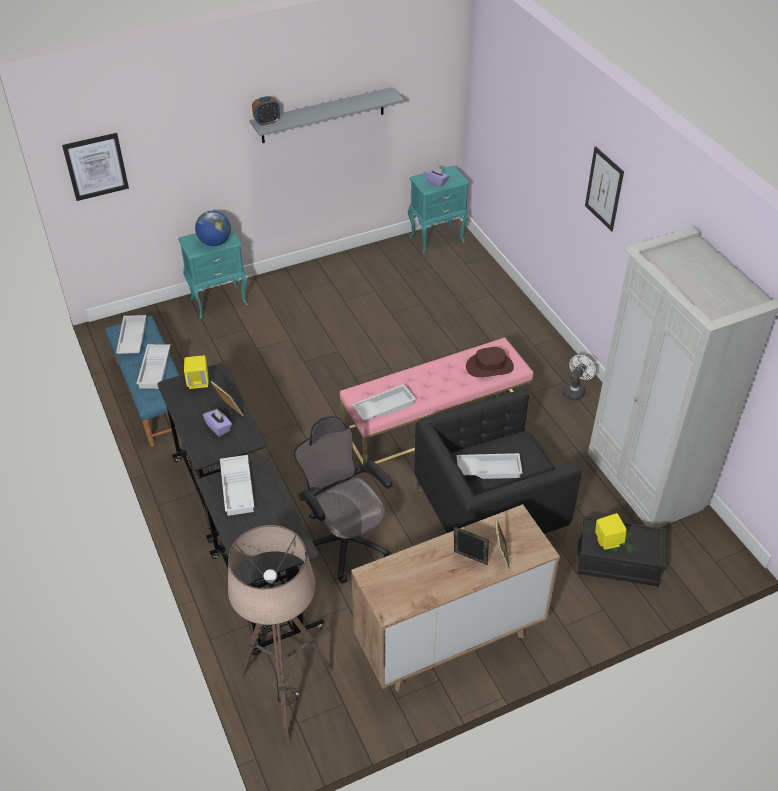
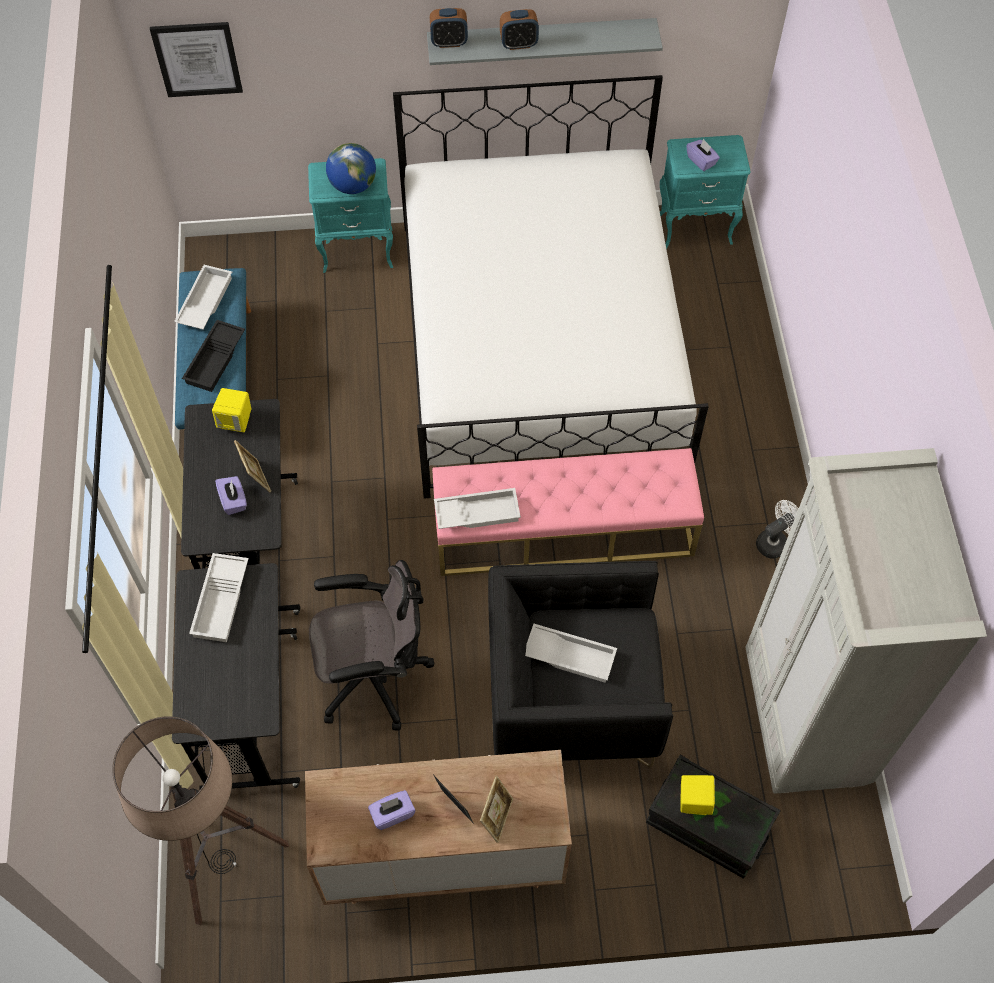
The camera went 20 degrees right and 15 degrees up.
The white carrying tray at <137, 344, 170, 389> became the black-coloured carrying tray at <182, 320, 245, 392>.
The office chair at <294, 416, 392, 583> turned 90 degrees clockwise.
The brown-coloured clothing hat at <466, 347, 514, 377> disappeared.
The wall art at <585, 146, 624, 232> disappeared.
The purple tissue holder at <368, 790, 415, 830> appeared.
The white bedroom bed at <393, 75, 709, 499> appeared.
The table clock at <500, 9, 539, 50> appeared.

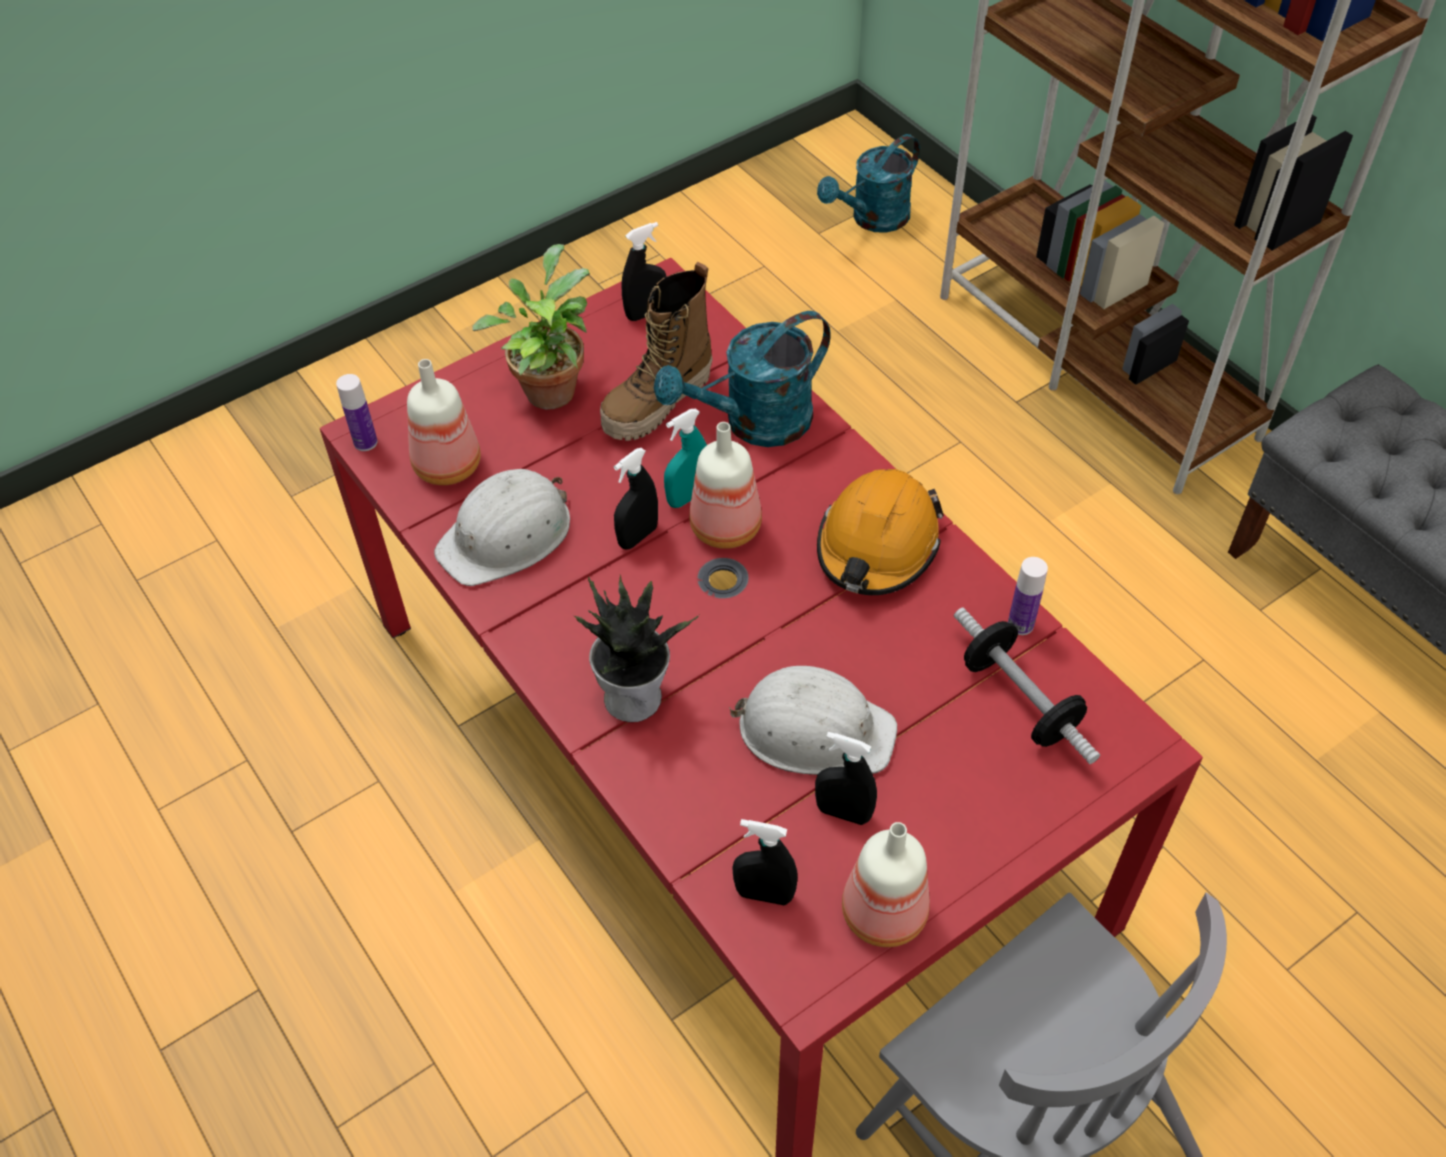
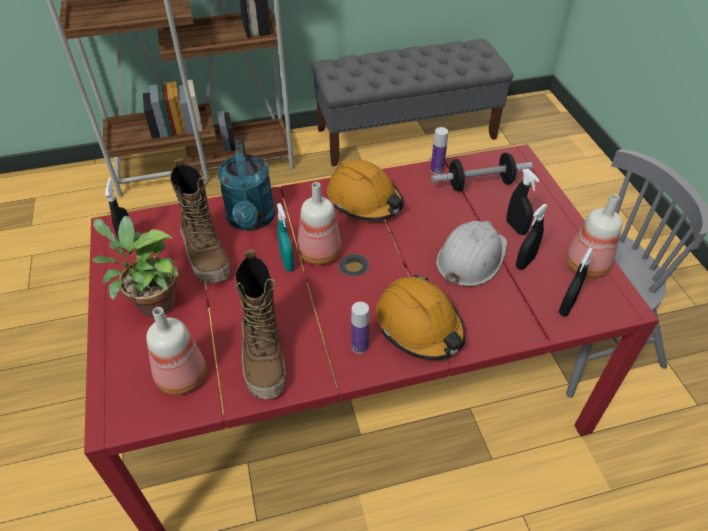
The camera went 70 degrees left and 5 degrees down.
The beverage bottle moved from <336, 374, 378, 451> to <351, 302, 369, 354>.
The white safety helmet at <434, 469, 570, 586> was replaced by the tall boot at <235, 250, 286, 399>.
The potted plant at <574, 575, 699, 722> was replaced by the orange safety helmet at <376, 275, 466, 360>.
The black-coloured spray bottle moved from <614, 448, 658, 550> to <506, 169, 540, 235>.
The turquoise sprinkling can at <817, 134, 920, 233> disappeared.

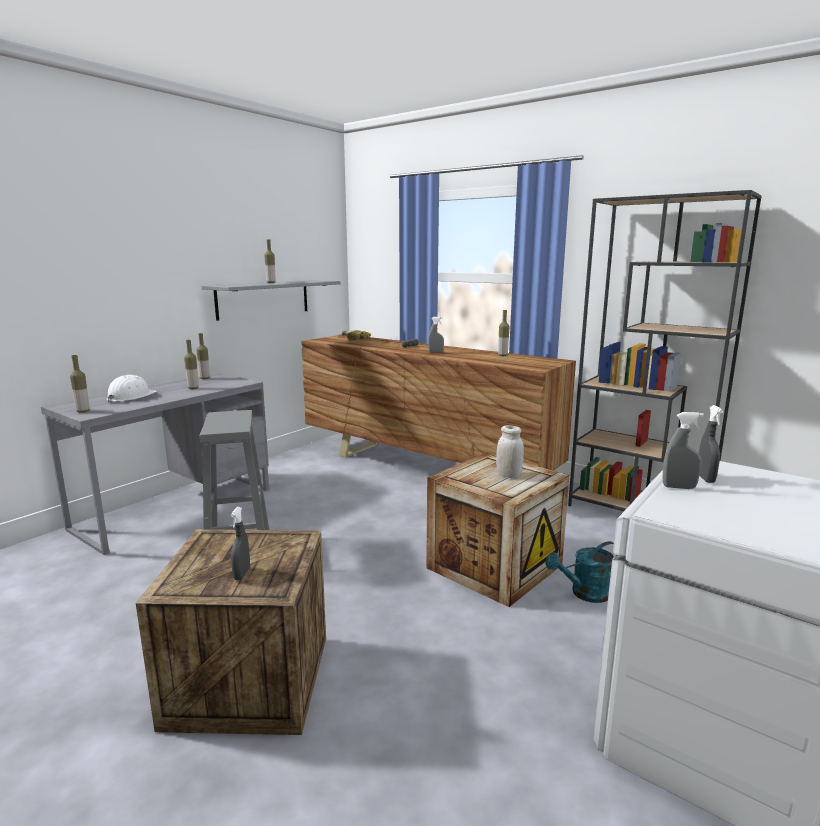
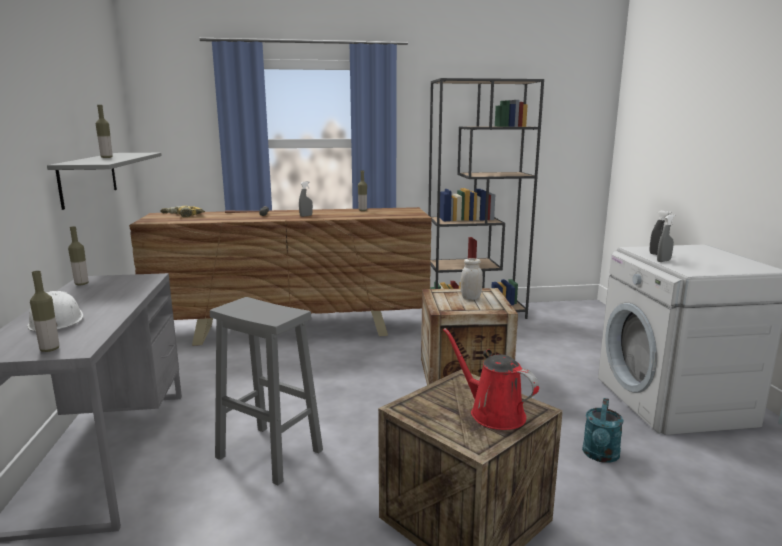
The camera went 45 degrees left and 0 degrees up.
The beverage bottle at <184, 340, 199, 389> disappeared.
The gray spray bottle at <230, 507, 250, 580> was replaced by the reddish sprinkling can at <443, 328, 539, 430>.
The turquoise sprinkling can moved from <545, 541, 614, 603> to <582, 398, 623, 463>.

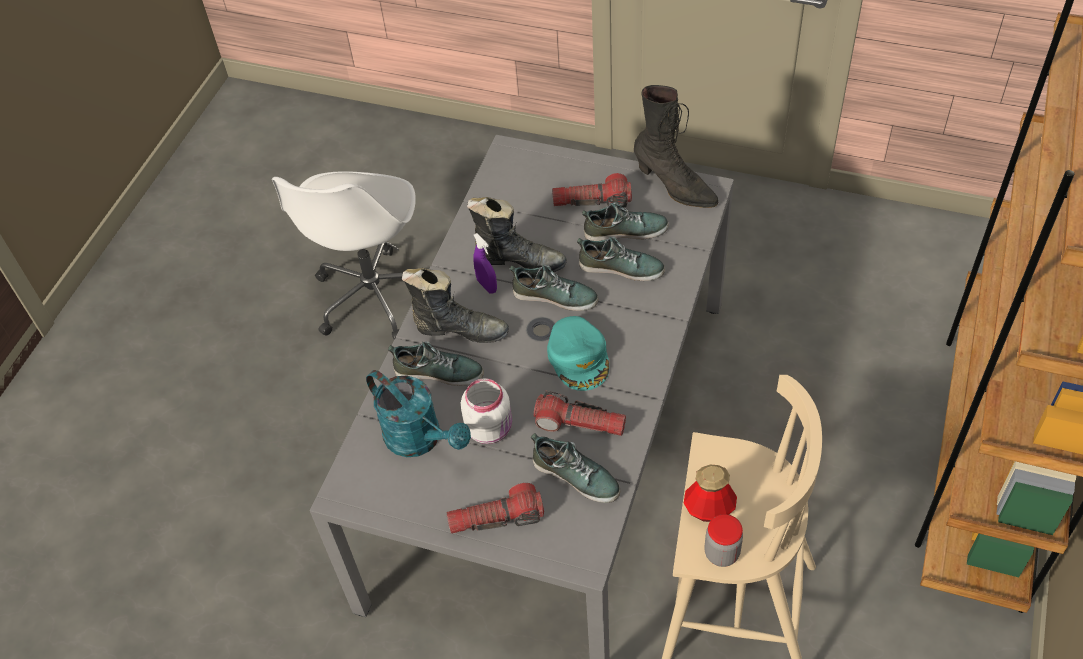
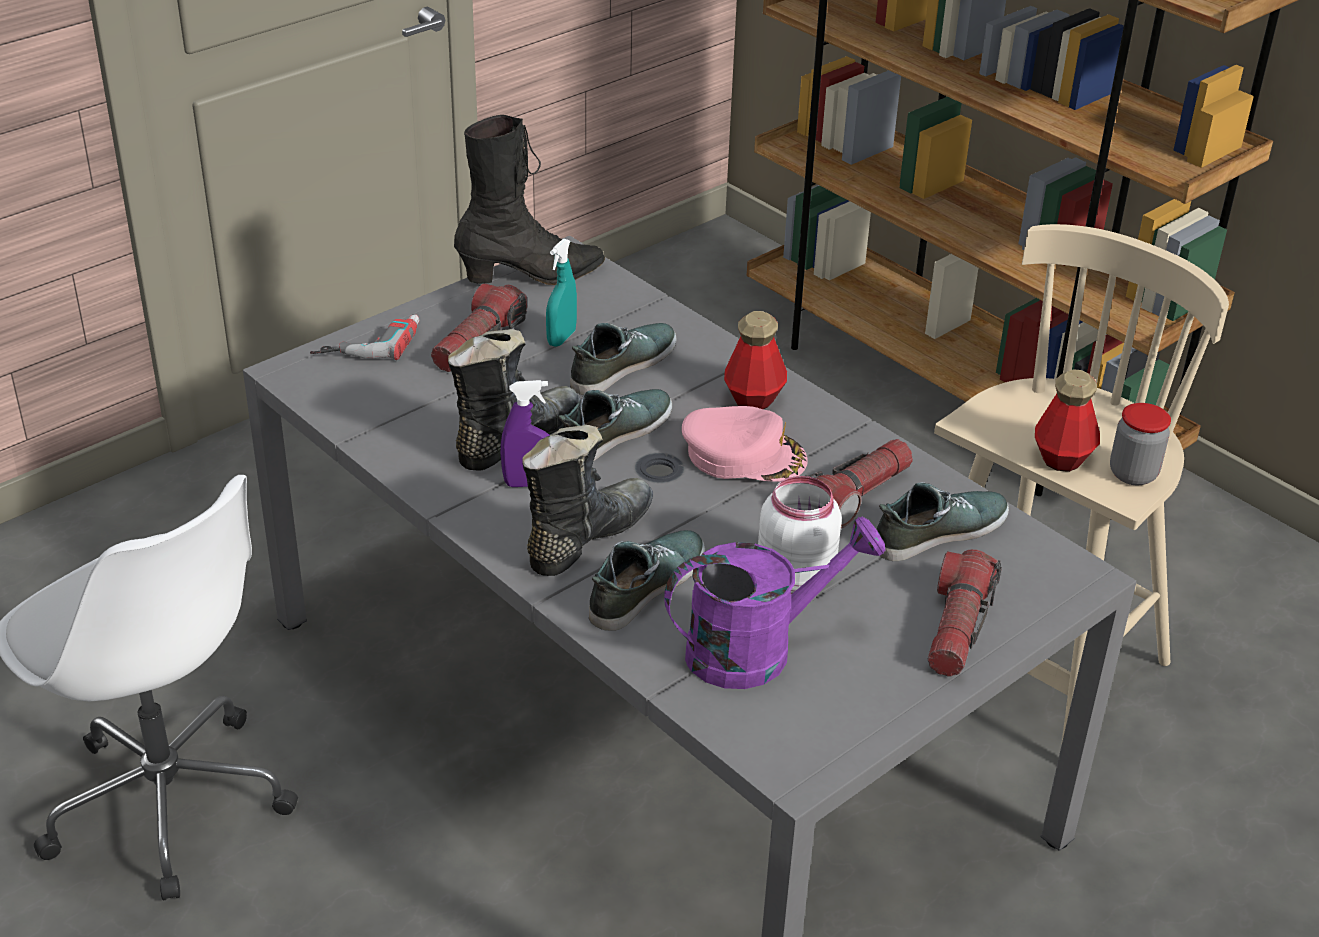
The camera went 65 degrees left and 15 degrees down.
The turquoise sprinkling can at <366, 370, 471, 457> became the purple sprinkling can at <664, 516, 885, 689>.
The turquoise baseball cap at <547, 316, 609, 391> became the pink baseball cap at <682, 406, 808, 482>.
The shoe at <582, 203, 669, 241> was replaced by the turquoise spray bottle at <546, 239, 577, 347>.
The drill at <310, 315, 419, 360> appeared.
The beverage bottle at <724, 311, 787, 409> appeared.

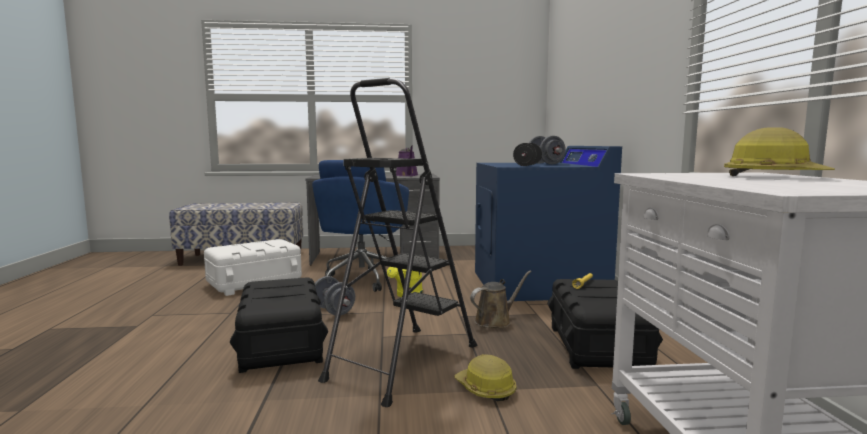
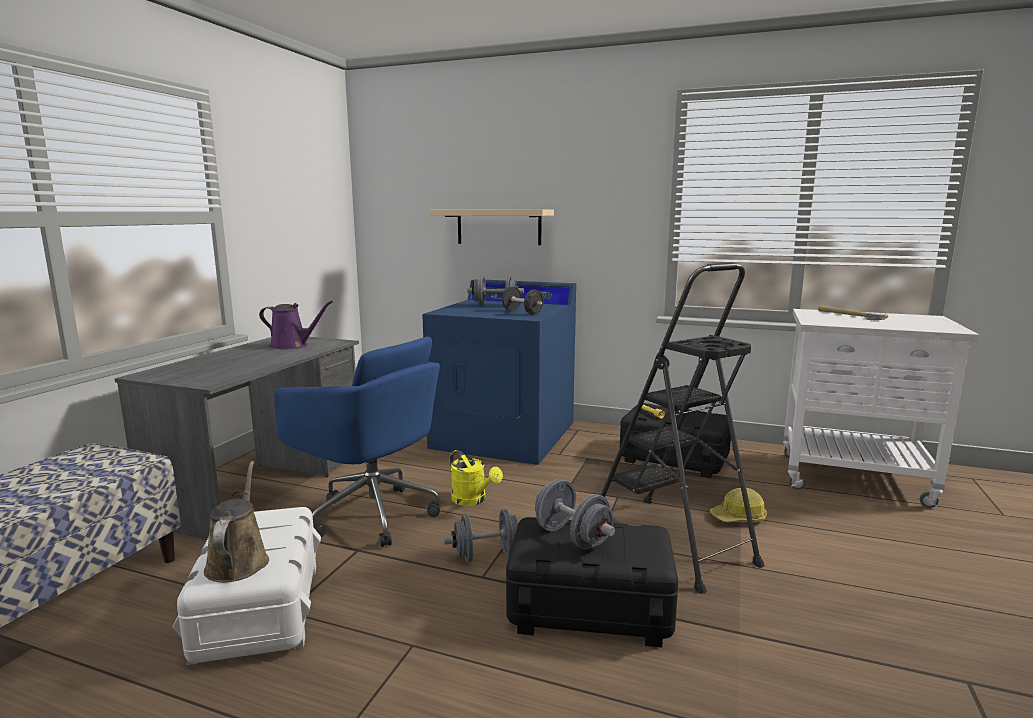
The camera went 65 degrees left and 5 degrees up.
The brown-coloured sprinkling can moved from <470, 270, 532, 328> to <204, 461, 269, 583>.
The safety helmet at <724, 127, 835, 176> was replaced by the hand hammer at <818, 305, 888, 320>.
The beige shelf at <430, 209, 554, 245> appeared.
The gray free weight at <535, 479, 615, 549> appeared.

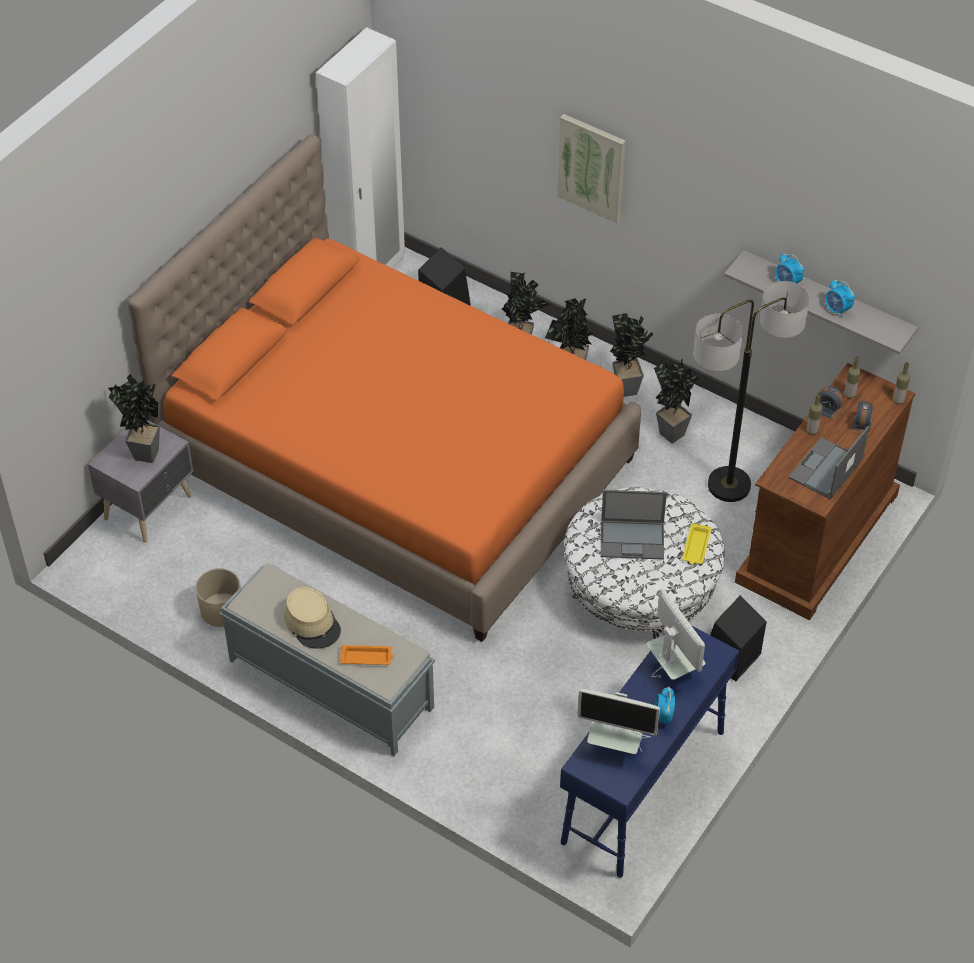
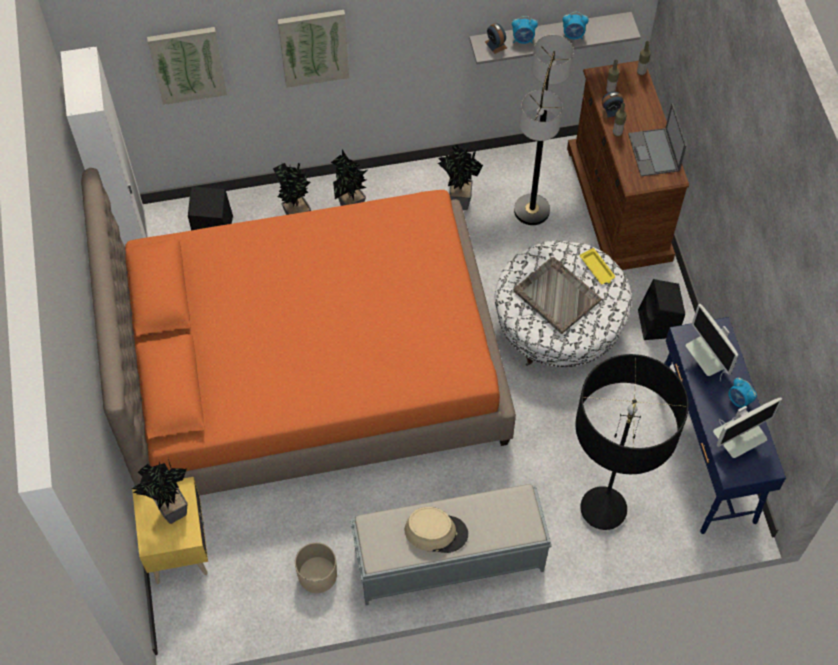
The camera went 45 degrees left and 10 degrees up.
The gray nightstand at <88, 420, 194, 543> became the yellowish nightstand at <132, 477, 208, 584>.
The orange carrying tray at <340, 645, 394, 665> disappeared.
The laptop at <601, 490, 667, 560> was replaced by the gray carrying tray at <514, 257, 602, 334>.
The potted plant at <610, 313, 653, 397> disappeared.
The computer screen at <647, 588, 705, 680> turned 135 degrees counterclockwise.
The table clock moved from <851, 401, 873, 436> to <485, 23, 507, 54>.
The wall art at <147, 27, 227, 105> appeared.
The black-coloured standard lamp at <575, 354, 689, 530> appeared.

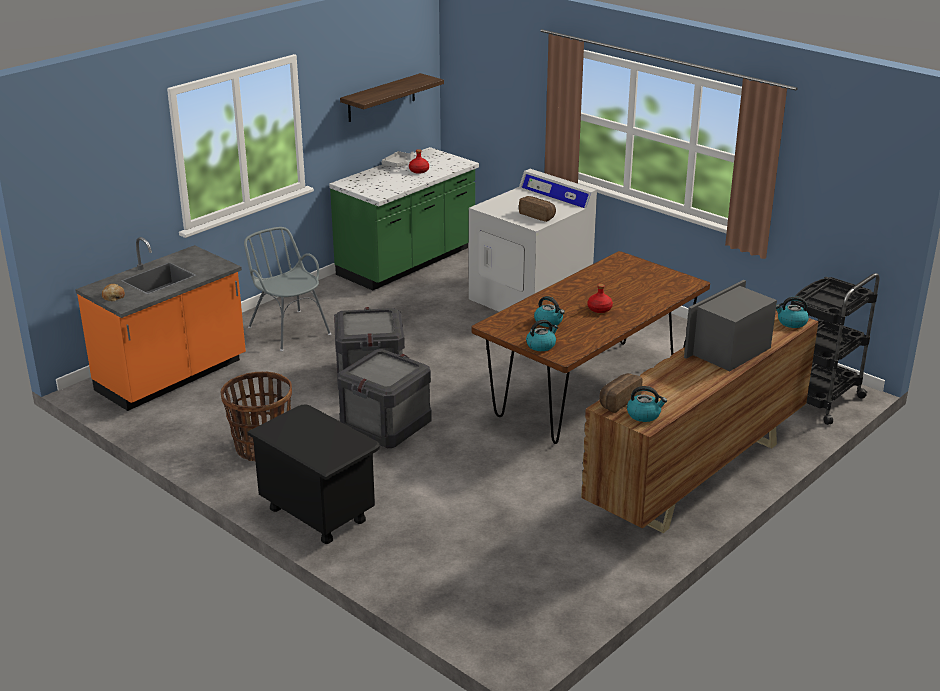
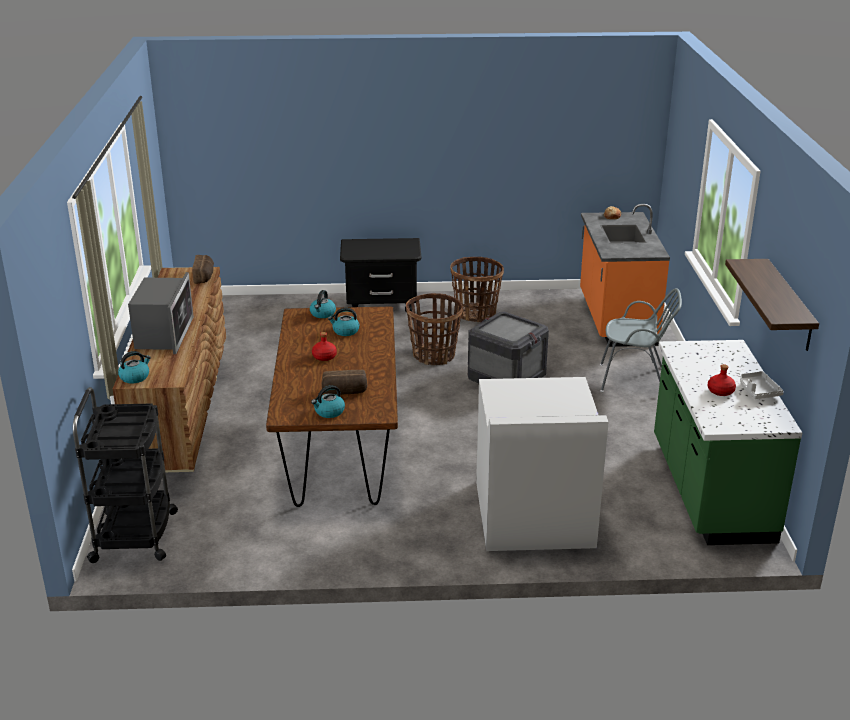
The camera went 135 degrees right and 0 degrees up.
The shipping crate at <337, 349, 432, 448> was replaced by the household basket at <406, 293, 463, 365>.
The bakery bread moved from <519, 196, 556, 222> to <322, 370, 367, 395>.
The tea kettle moved from <627, 386, 667, 422> to <311, 385, 345, 418>.

